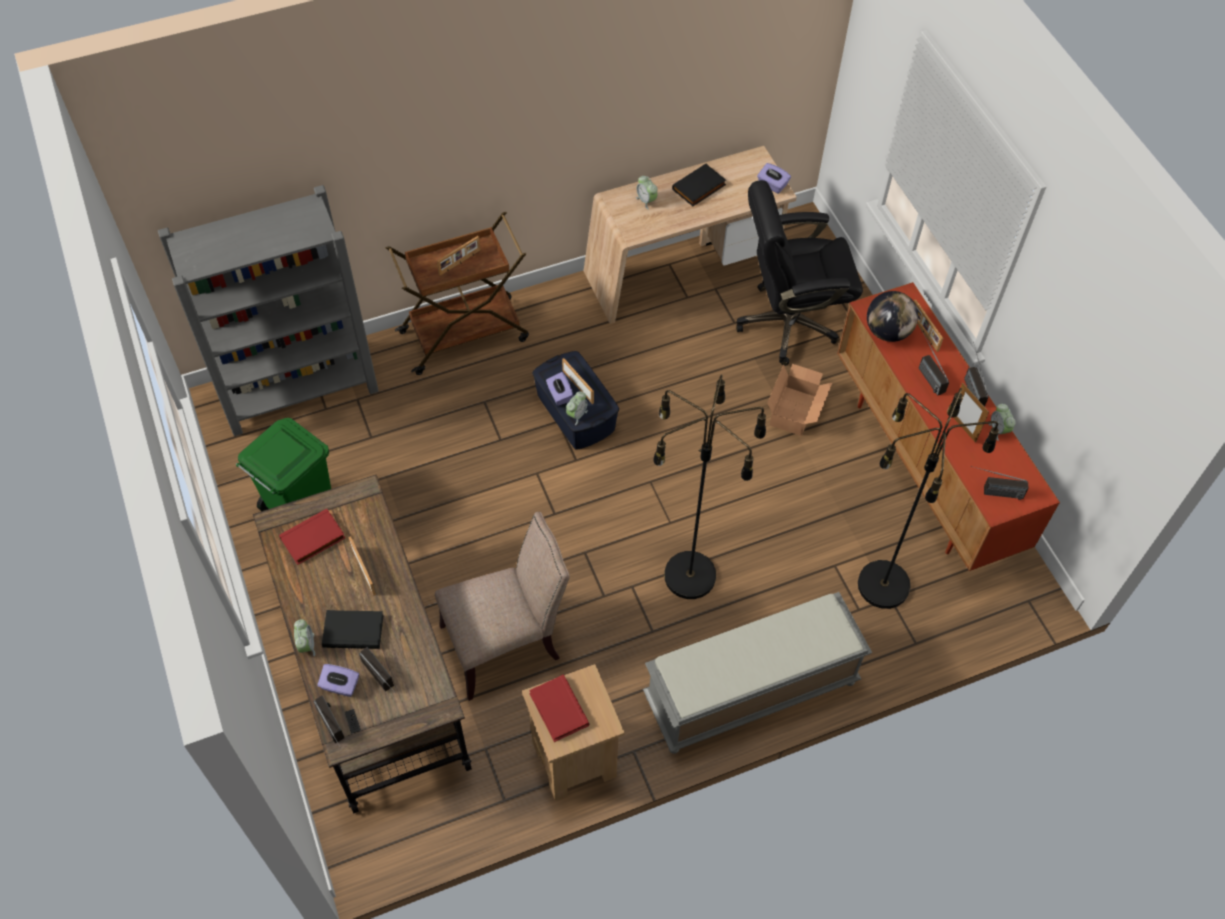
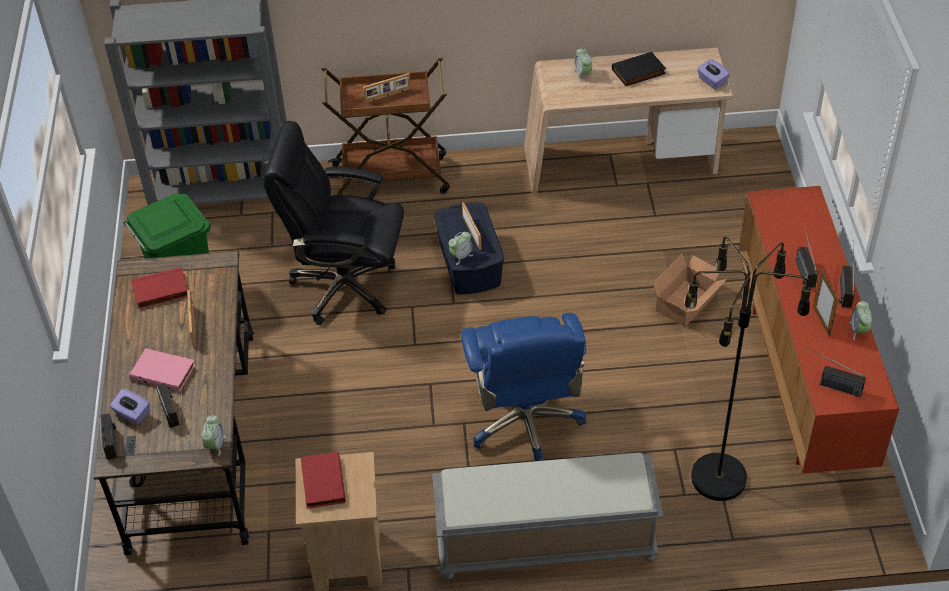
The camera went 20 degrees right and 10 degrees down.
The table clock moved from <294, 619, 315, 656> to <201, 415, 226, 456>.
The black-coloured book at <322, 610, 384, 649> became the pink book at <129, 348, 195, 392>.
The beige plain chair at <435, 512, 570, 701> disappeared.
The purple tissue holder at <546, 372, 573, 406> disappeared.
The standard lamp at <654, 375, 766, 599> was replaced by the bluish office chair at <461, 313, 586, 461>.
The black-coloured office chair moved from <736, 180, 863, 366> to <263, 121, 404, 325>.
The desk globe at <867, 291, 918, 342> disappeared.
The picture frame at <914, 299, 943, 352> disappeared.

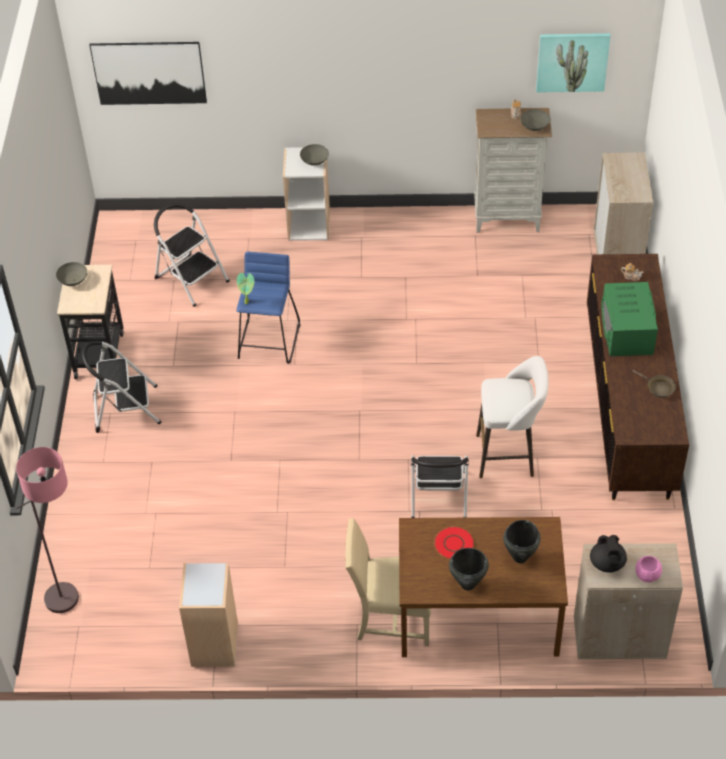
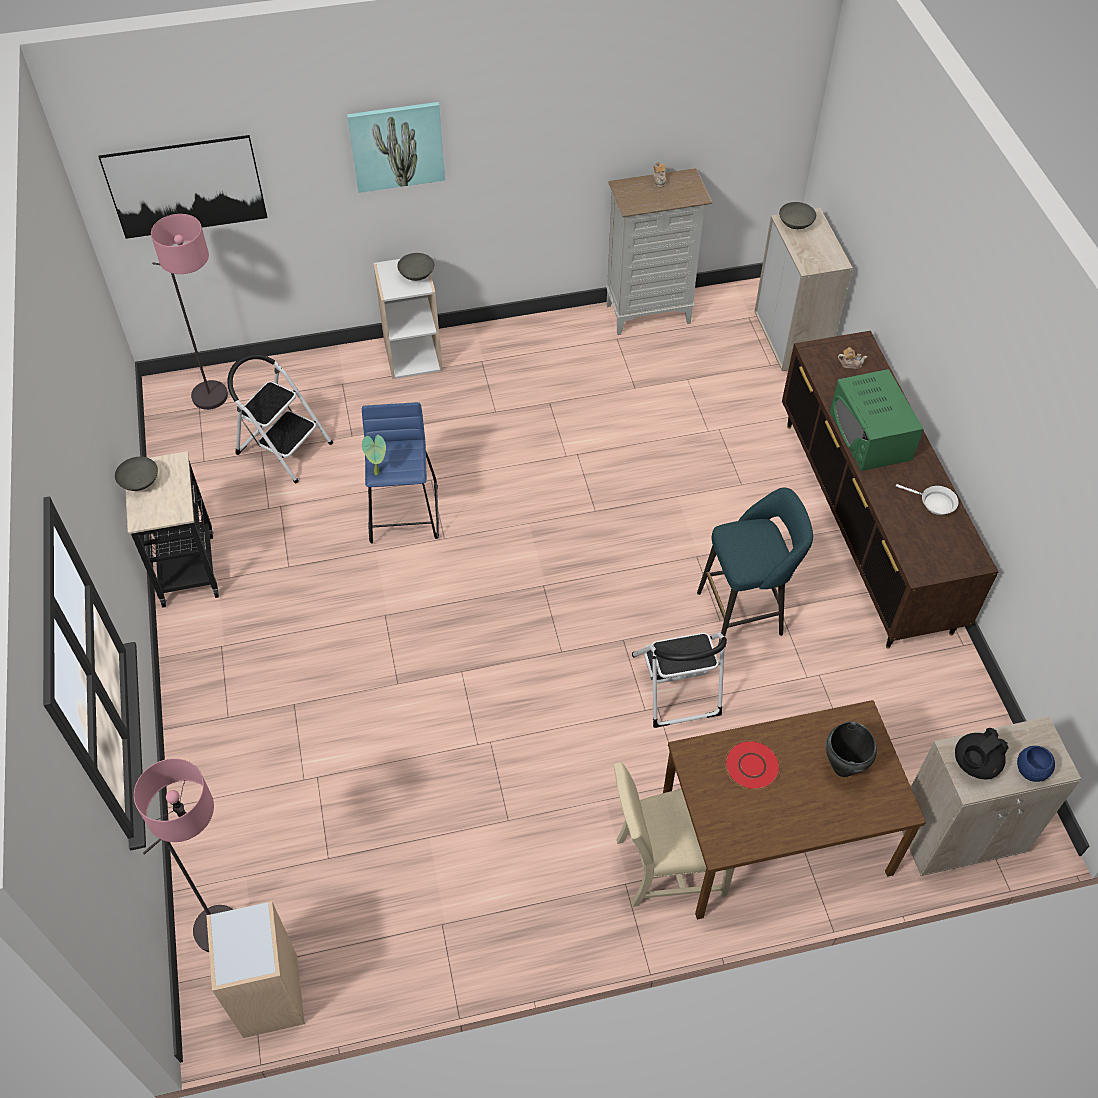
The camera went 15 degrees left and 5 degrees up.
The step stool at <82, 341, 161, 433> disappeared.
The bookcase moved from <179, 563, 238, 667> to <206, 901, 305, 1038>.
The black-coloured saucepot at <449, 548, 489, 590> disappeared.
The white stool seat at <476, 356, 549, 478> became the turquoise stool seat at <697, 488, 813, 645>.
The gray serving bowl moved from <521, 109, 550, 131> to <779, 202, 816, 229>.
The wall art moved from <536, 33, 611, 93> to <347, 102, 445, 193>.
The black-coloured tea pot at <590, 535, 627, 573> turned 75 degrees clockwise.
The brown-coloured pan at <632, 370, 676, 398> became the white pan at <896, 484, 958, 515>.
The pink serving bowl at <636, 556, 662, 582> became the bluish serving bowl at <1017, 746, 1055, 782>.
The pink standard lamp at <151, 214, 228, 410> appeared.

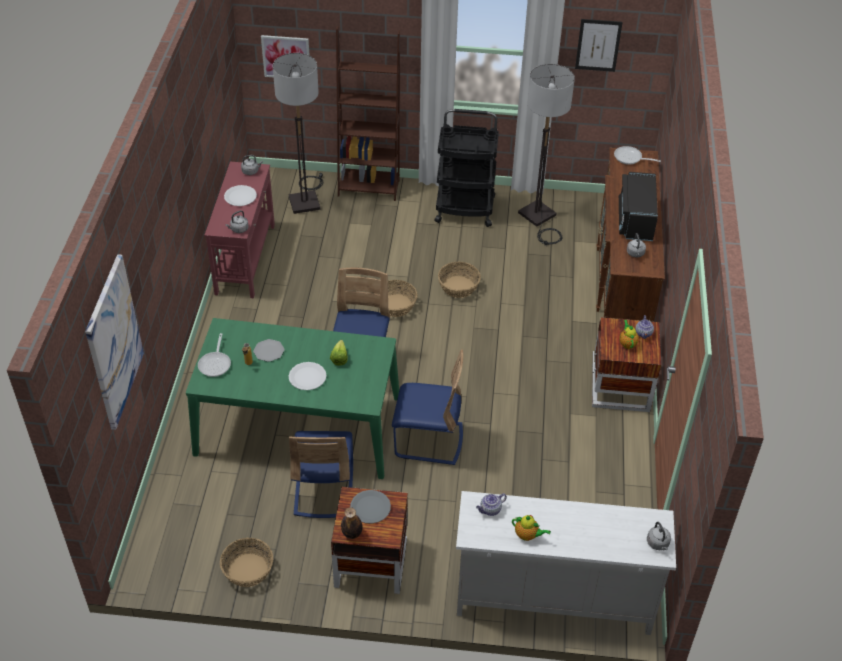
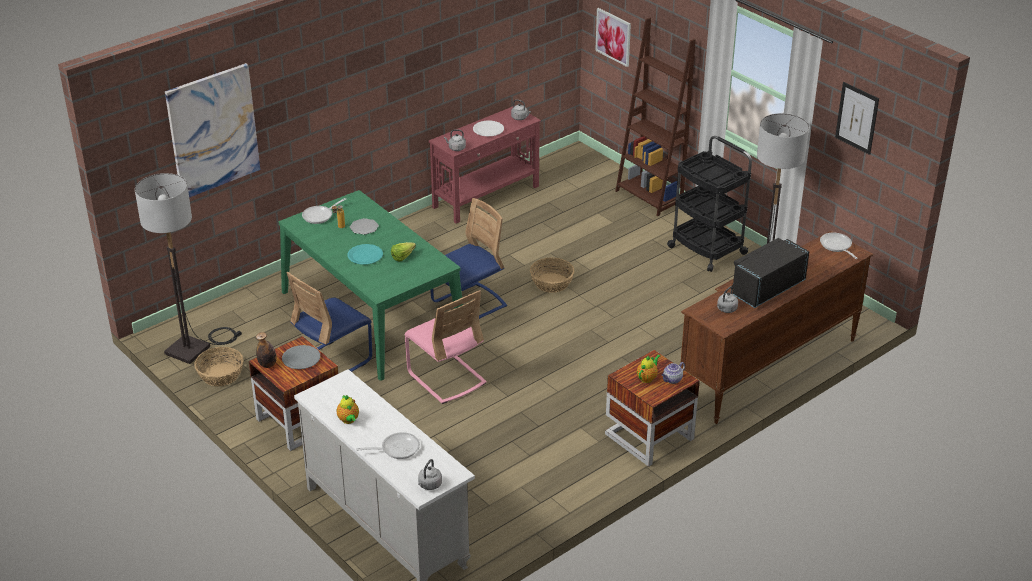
The camera went 45 degrees right and 10 degrees down.
The standard lamp moved from <273, 53, 323, 214> to <135, 173, 242, 364>.
The white plate at <289, 362, 327, 390> became the turquoise plate at <347, 244, 383, 265>.
The bluish plain chair at <392, 350, 463, 465> became the pink plain chair at <405, 290, 487, 404>.
The household basket at <438, 262, 481, 298> disappeared.
The tea pot at <476, 493, 507, 516> disappeared.
The pan at <356, 432, 420, 459> appeared.

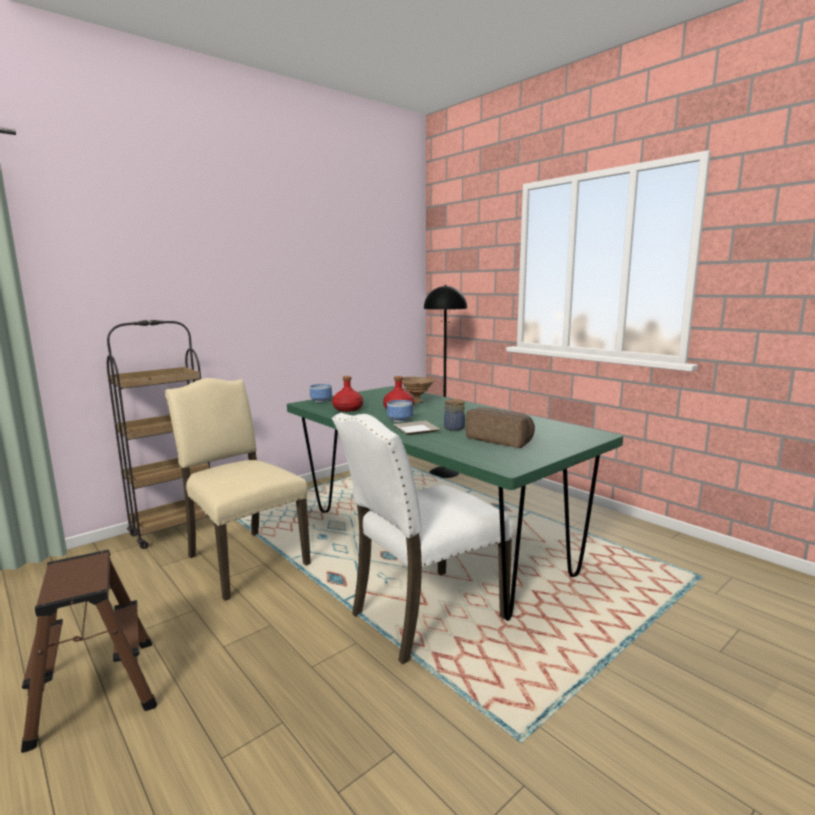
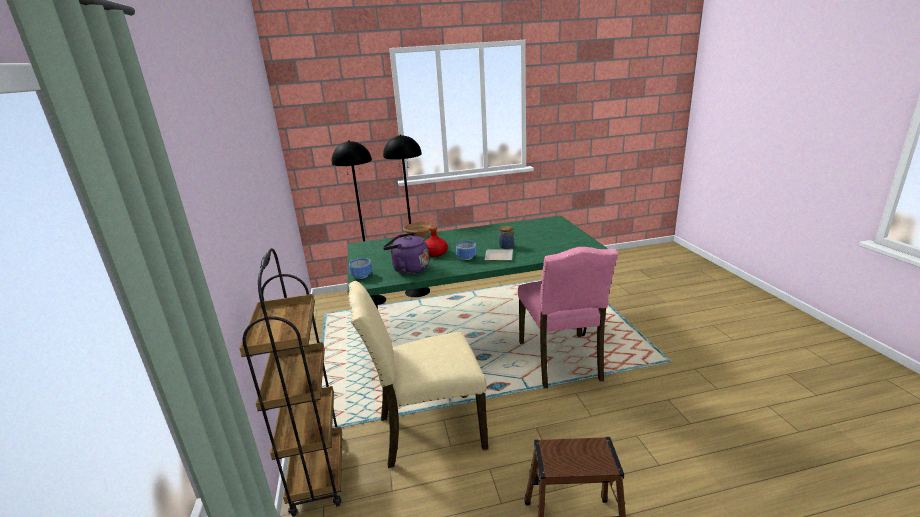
The camera went 60 degrees left and 10 degrees up.
The reddish beverage bottle at <332, 376, 363, 412> was replaced by the purple tea kettle at <383, 232, 429, 275>.
The white plain chair at <332, 413, 514, 664> became the pink plain chair at <518, 247, 618, 389>.
The bakery bread at <466, 408, 535, 448> disappeared.
The black-coloured standard lamp at <383, 135, 430, 297> appeared.

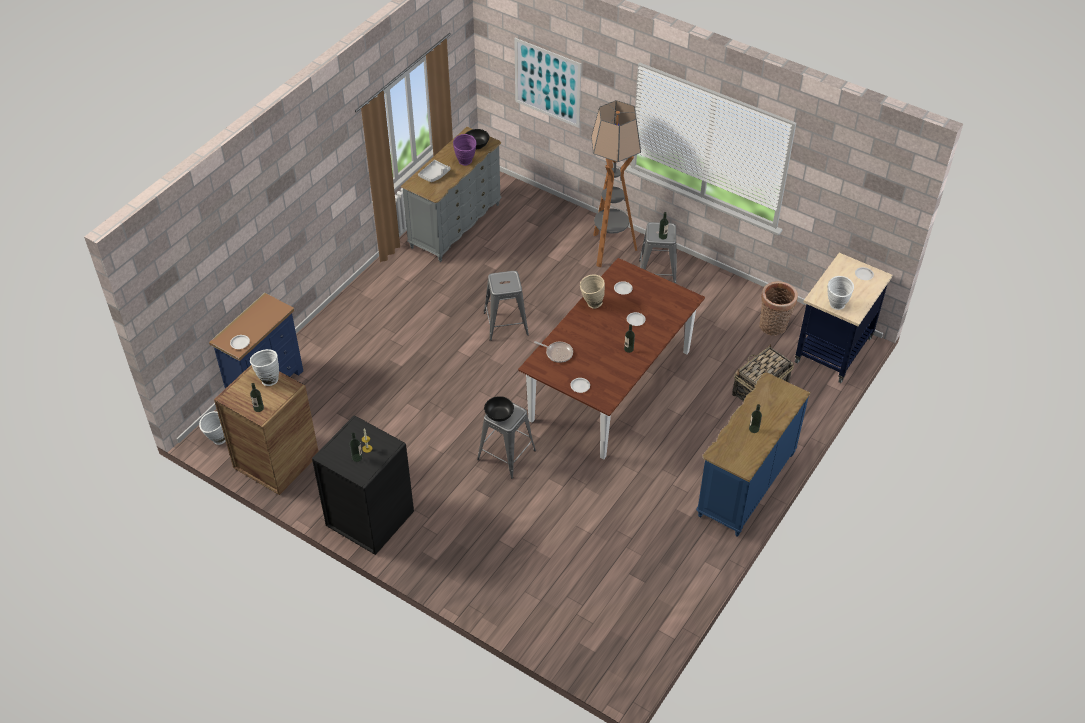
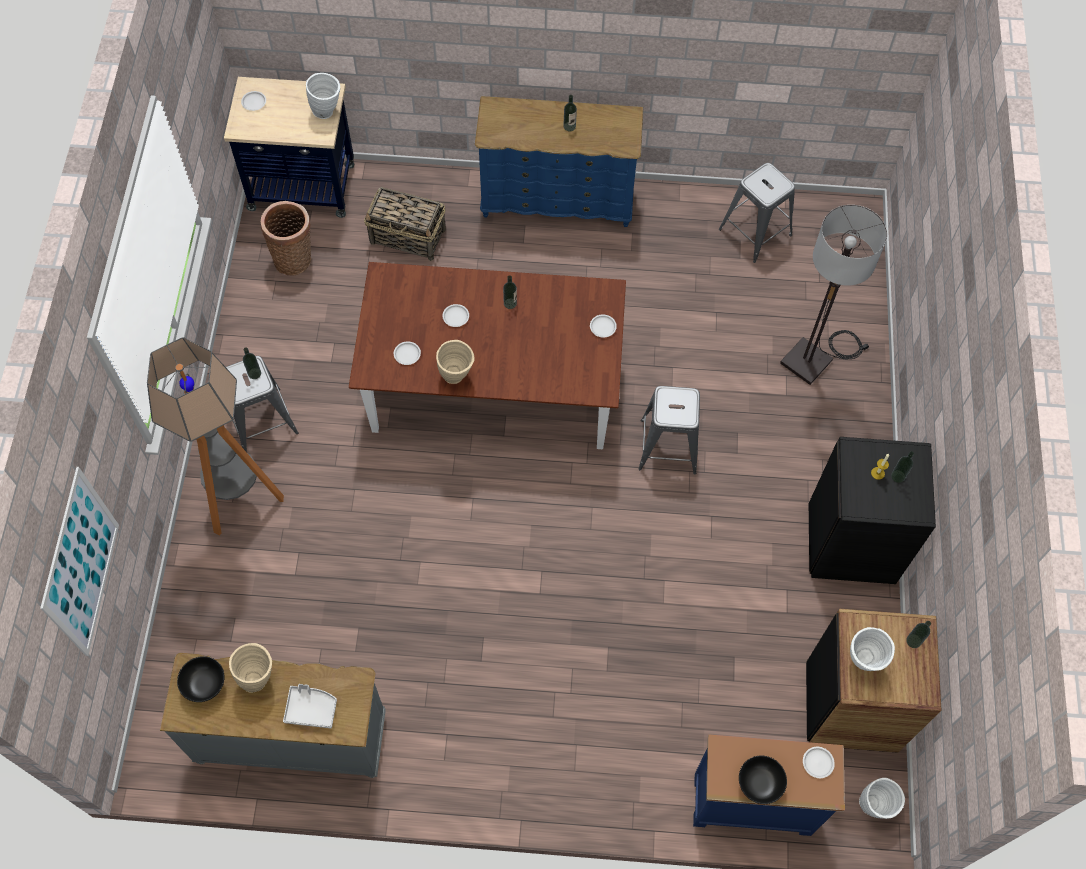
The camera went 120 degrees left and 15 degrees up.
The purple decorative vase at <453, 134, 477, 166> became the beige decorative vase at <229, 643, 272, 693>.
The gray stool seat moved from <484, 271, 529, 341> to <719, 163, 795, 263>.
The black-coloured serving bowl moved from <484, 396, 514, 422> to <739, 755, 787, 804>.
The pan at <534, 341, 573, 363> disappeared.
The standard lamp at <780, 205, 887, 385> appeared.

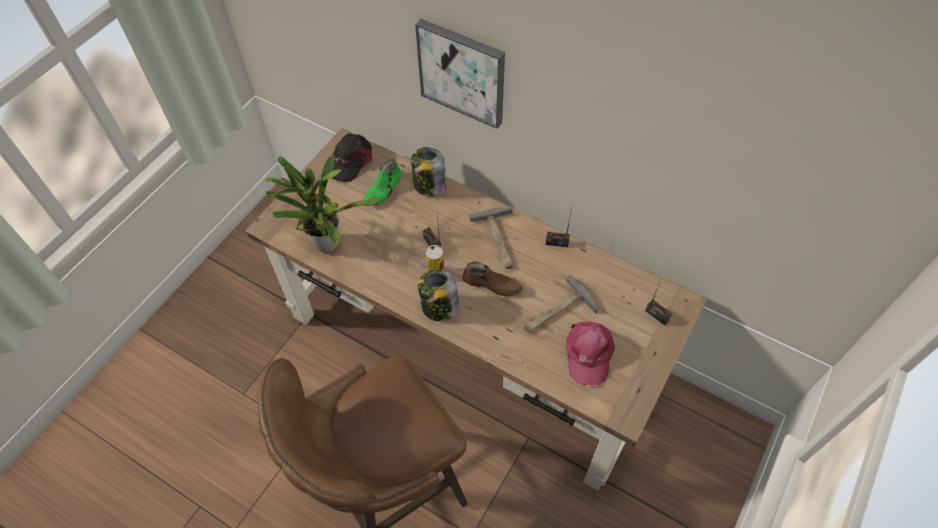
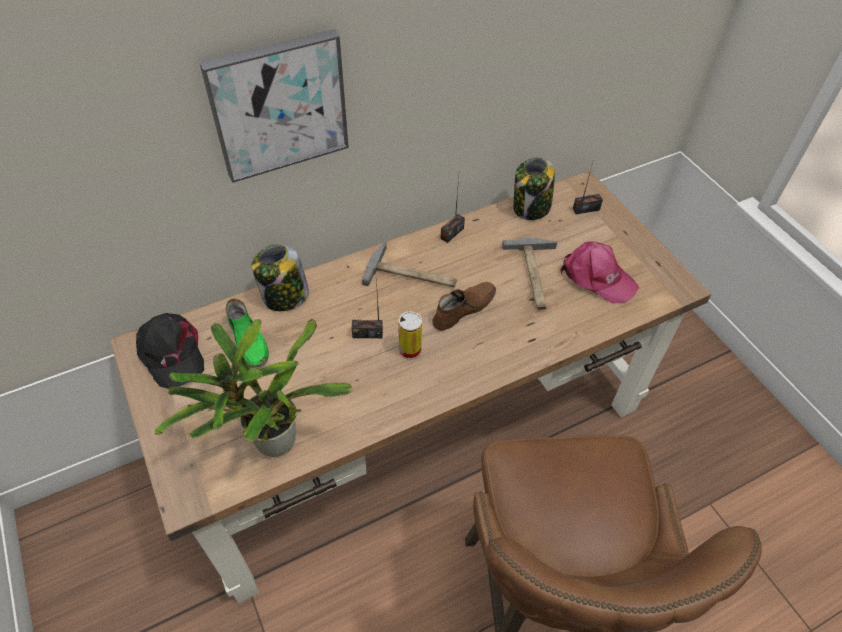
The camera went 60 degrees left and 5 degrees down.
The jar moved from <418, 270, 460, 321> to <513, 157, 555, 220>.

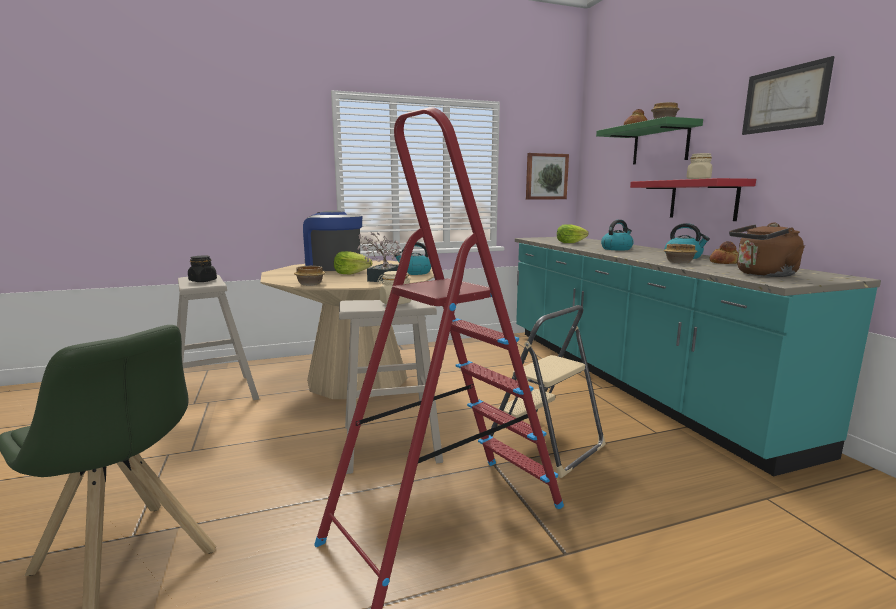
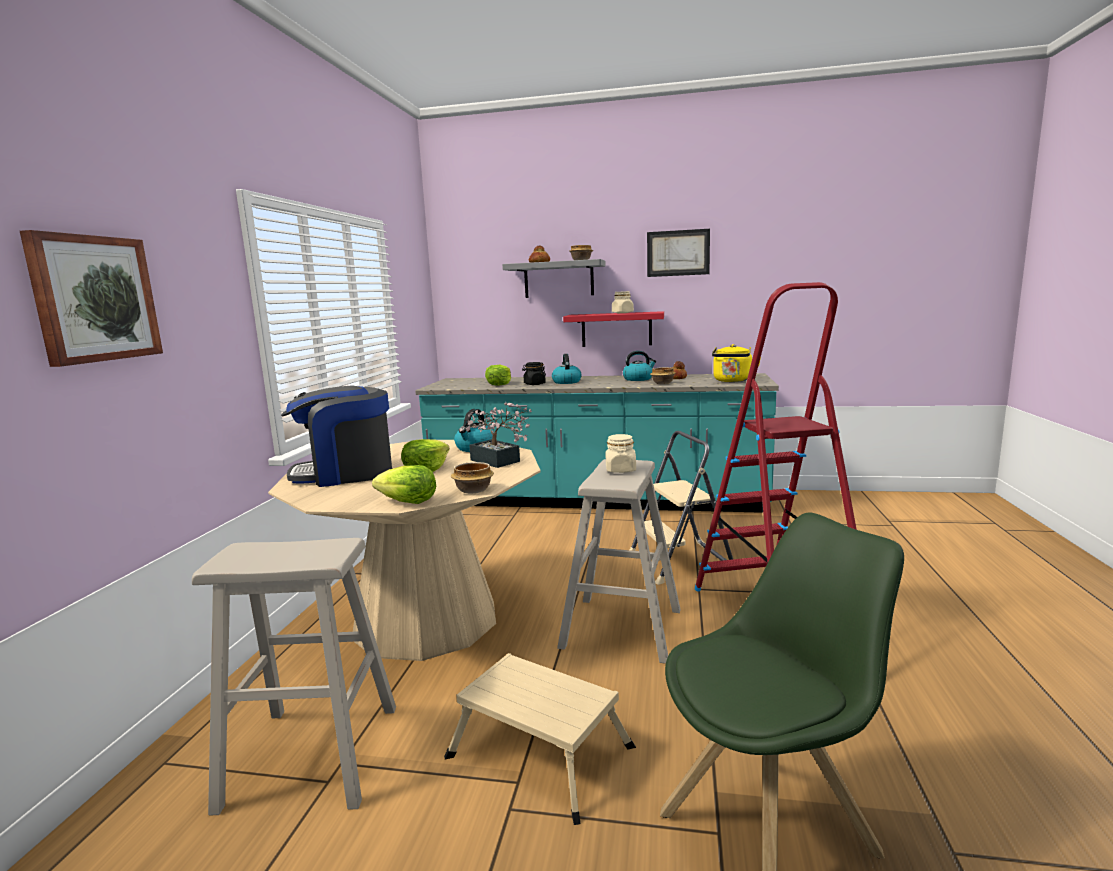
The camera went 60 degrees left and 0 degrees up.
The black-coloured jar moved from <188, 256, 217, 282> to <522, 362, 546, 385>.
The wall art moved from <526, 153, 569, 199> to <20, 230, 163, 367>.
The green shelf at <596, 117, 703, 164> became the gray shelf at <502, 259, 606, 298>.
The brown-coloured tea kettle at <729, 222, 805, 277> became the yellowish tea kettle at <712, 344, 761, 382>.
The lettuce at <372, 465, 436, 504> appeared.
The beige step stool at <444, 653, 636, 825> appeared.

